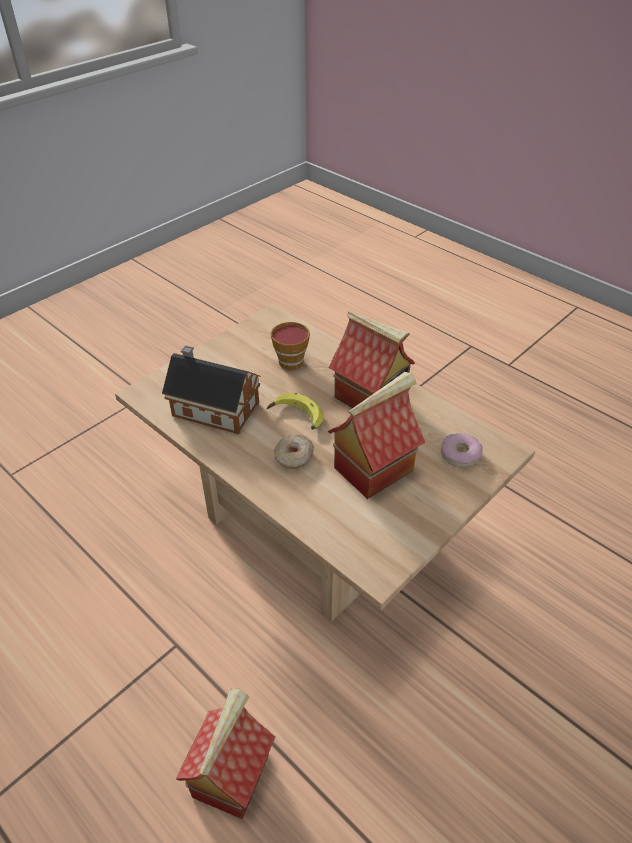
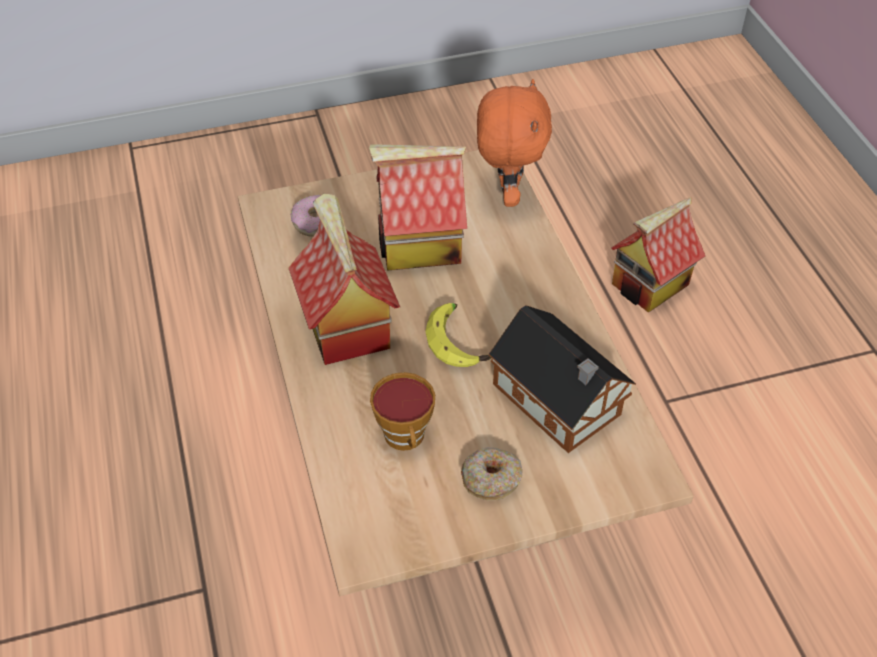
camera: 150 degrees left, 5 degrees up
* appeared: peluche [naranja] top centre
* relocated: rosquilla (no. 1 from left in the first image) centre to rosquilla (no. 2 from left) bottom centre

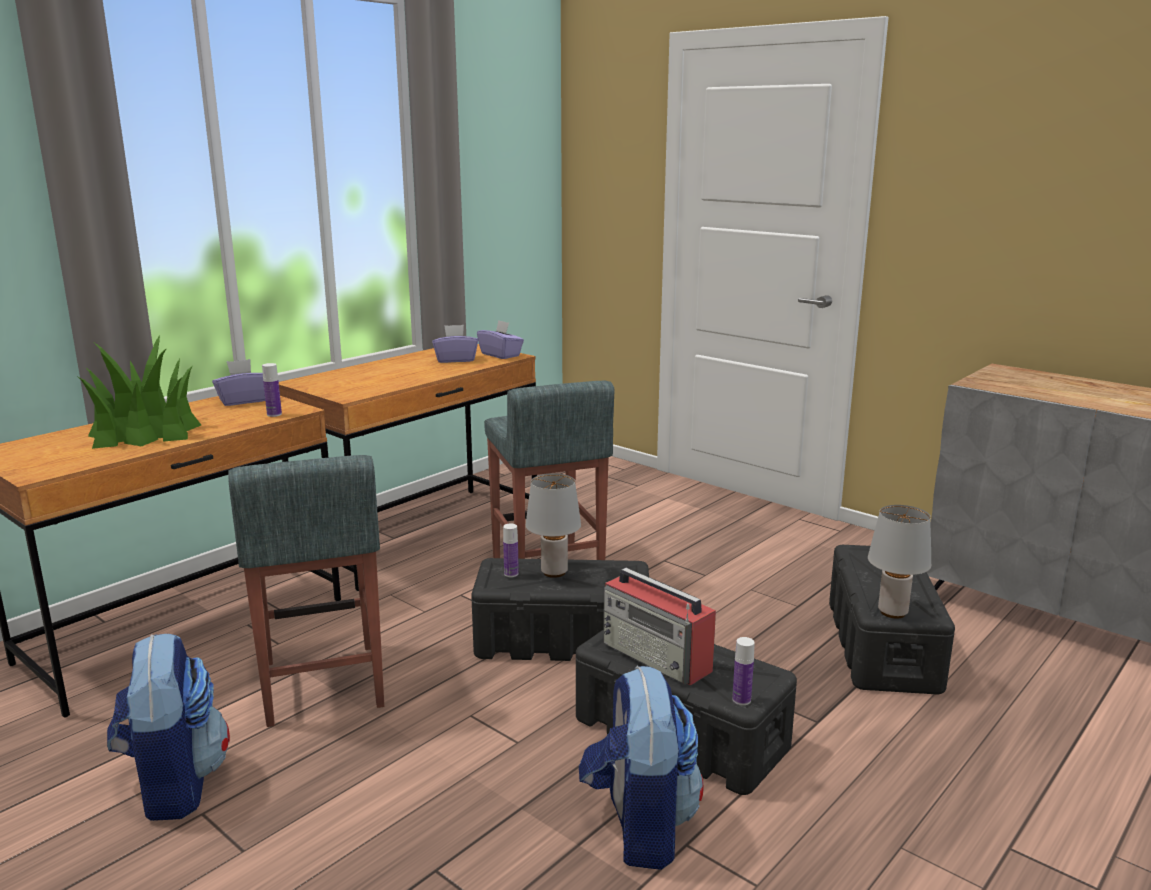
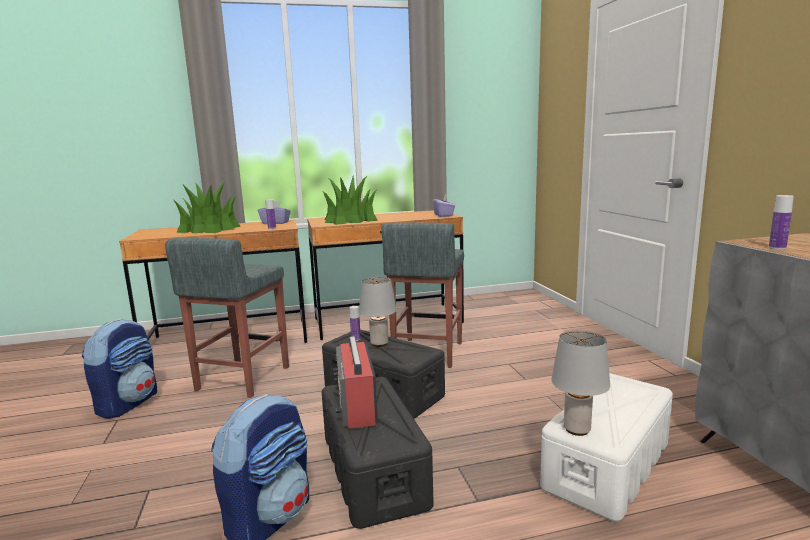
camera: 35 degrees right, 5 degrees down
* missing: caja de pañuelos [morado] (no. 2 from left) centre
* appeared: planta en maceta (no. 2 from left) centre
* relocated: botella (no. 3 from left) bottom centre to middle right
* colour: caja de almacenaje [negro] (no. 3 from left) bottom right to caja de almacenaje [blanco] bottom right

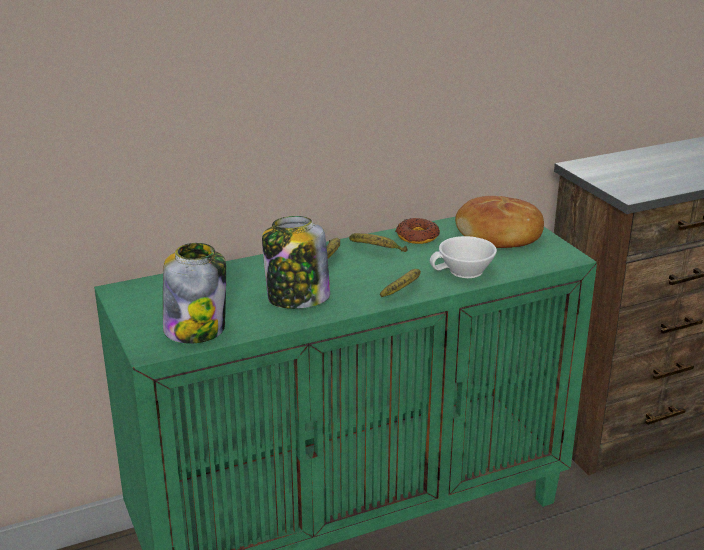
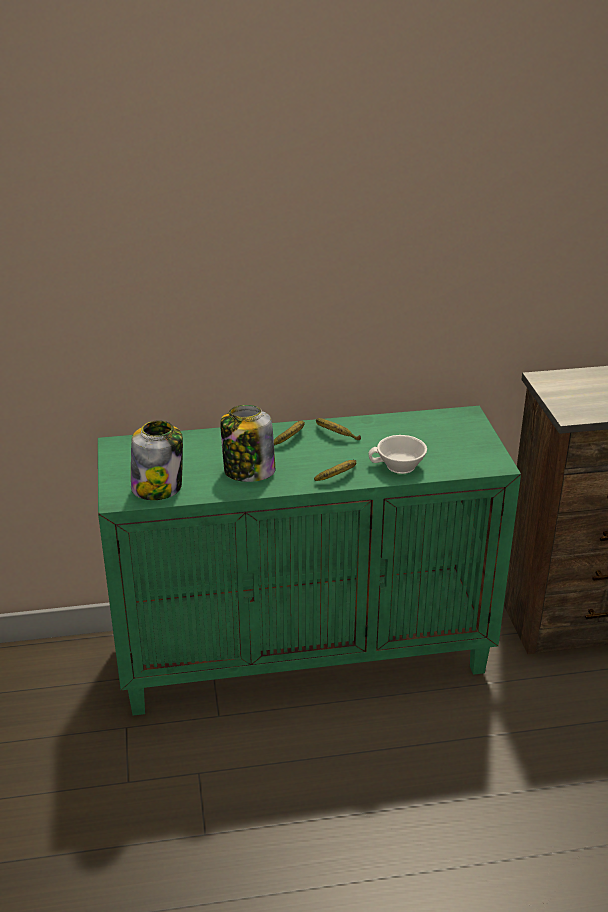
camera: 15 degrees right, 5 degrees up
* missing: rosquilla centre
* missing: pan middle right

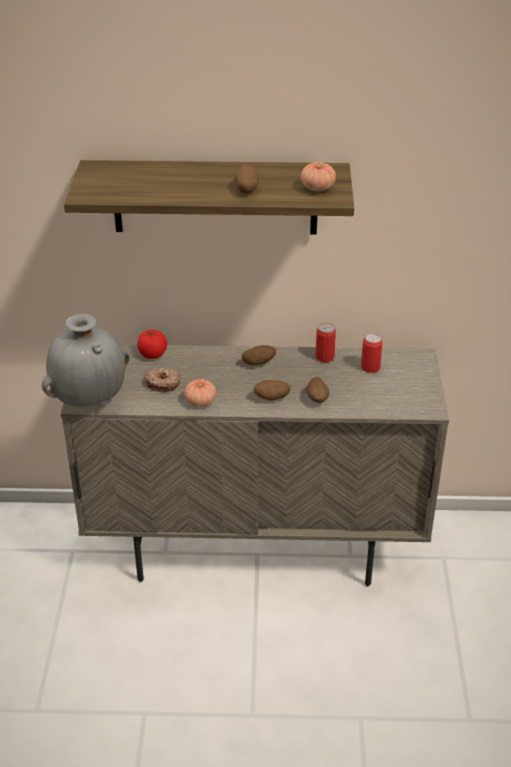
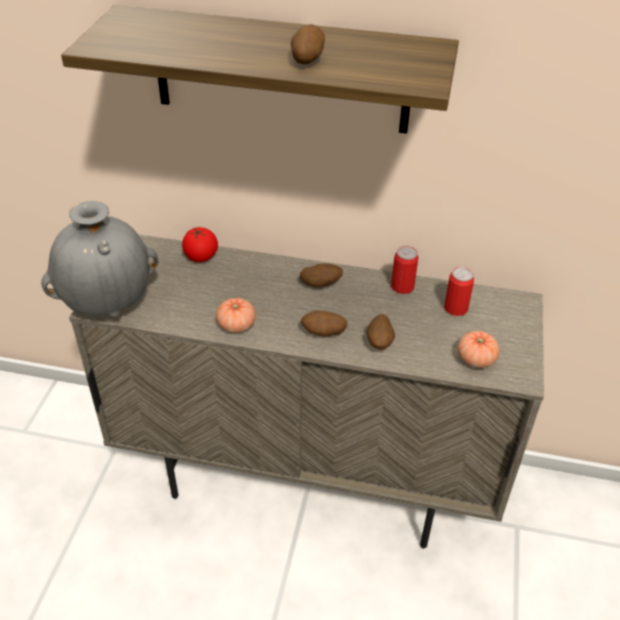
camera: 10 degrees right, 5 degrees up
* missing: rosquilla middle left
* relocated: tomate (no. 3 from left) top centre to middle right

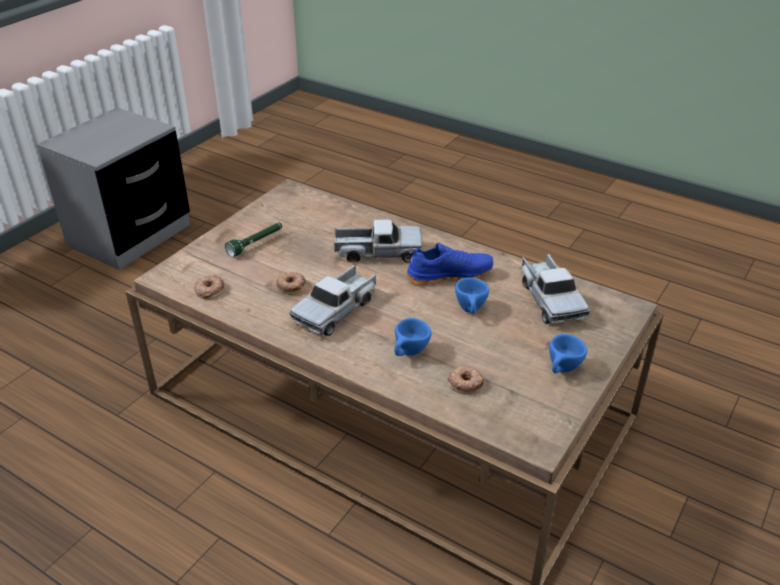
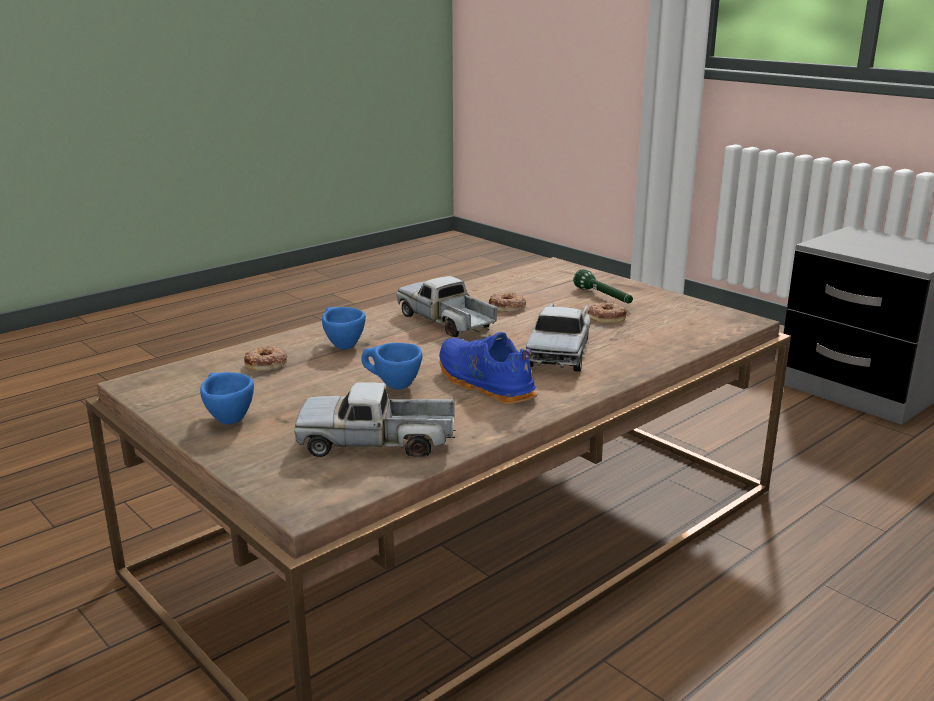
camera: 105 degrees right, 15 degrees down
* relocated: rosquilla (no. 1 from left in the first image) middle left to rosquilla (no. 3 from left) centre
* spun: zapato [azul] centre = centre 135 degrees clockwise

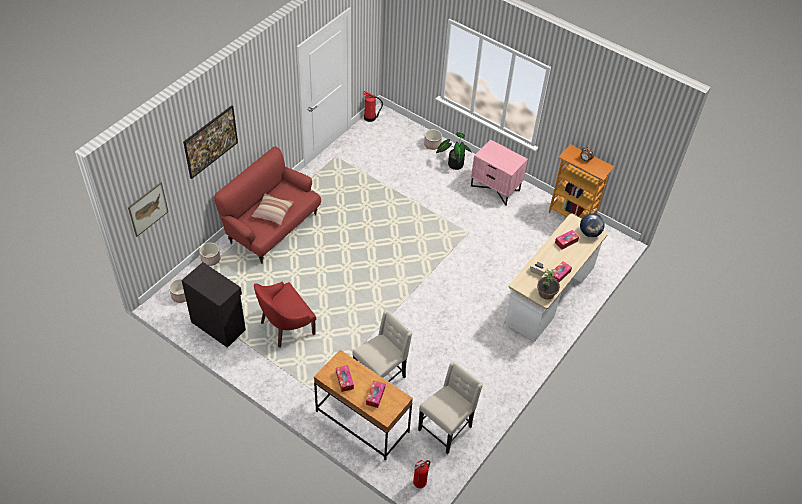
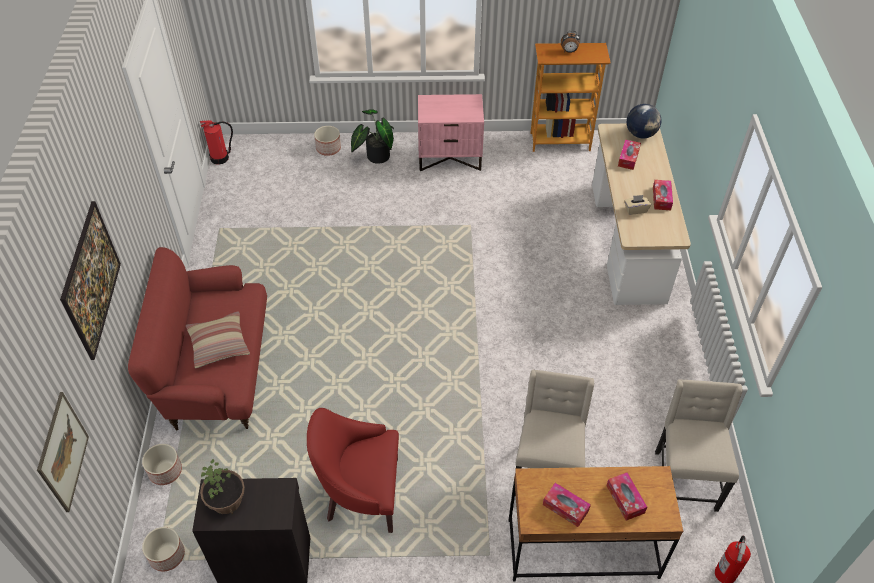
camera: 35 degrees left, 0 degrees up
* relocated: planta en maceta (no. 2 from left in the first image) middle right to planta en maceta (no. 1 from left) bottom left
* spun: sillón [rojo] centre = bottom centre 75 degrees clockwise

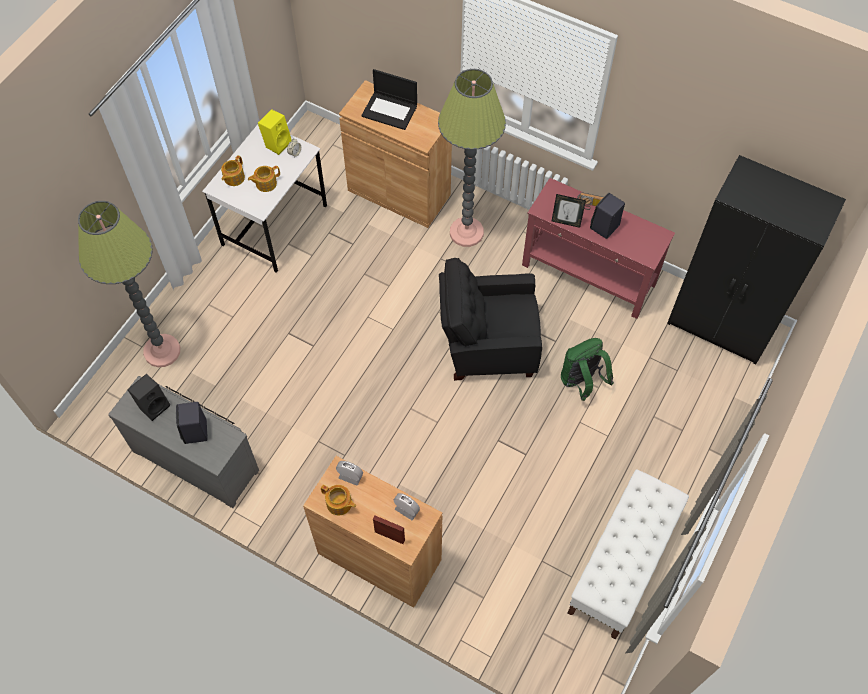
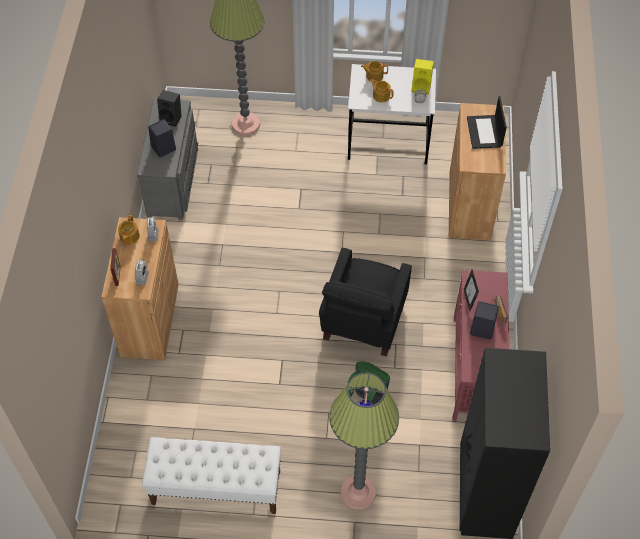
camera: 65 degrees right, 5 degrees down
* relocated: lámpara de pie (no. 2 from left) top centre to bottom centre
* spun: sillón [negro] centre = centre 135 degrees counterclockwise

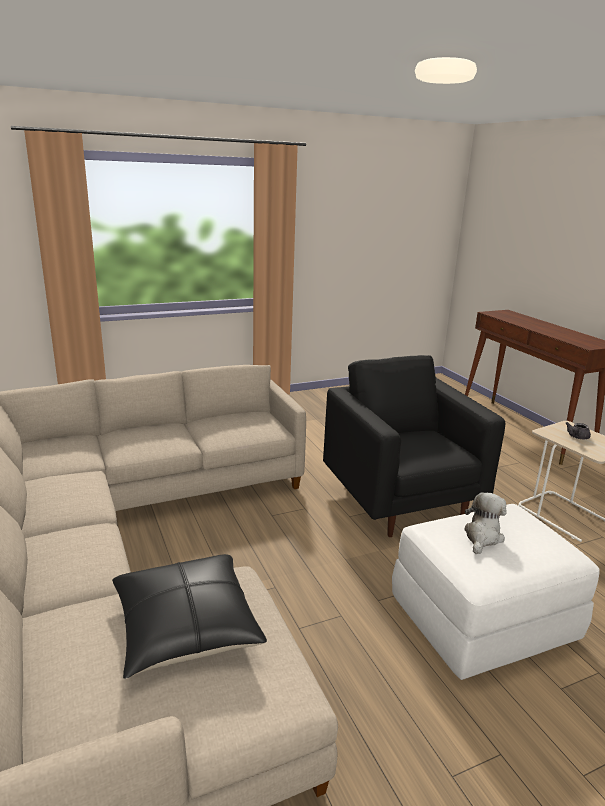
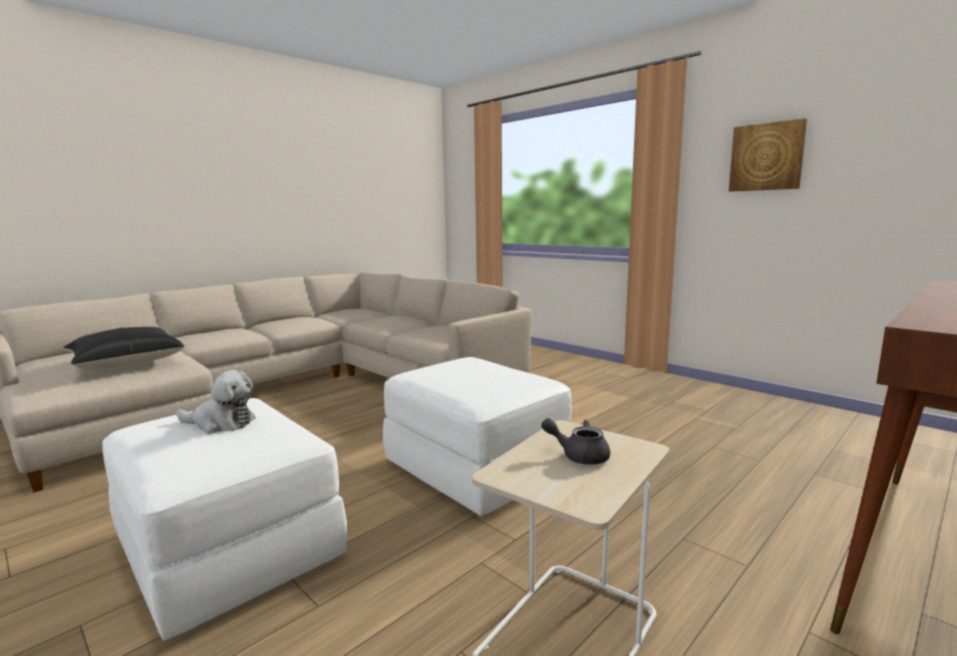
camera: 70 degrees right, 10 degrees down
* appeared: cuadro top right
* exchanged: sillón [negro] middle right to puf [blanco] (no. 2 from left) centre

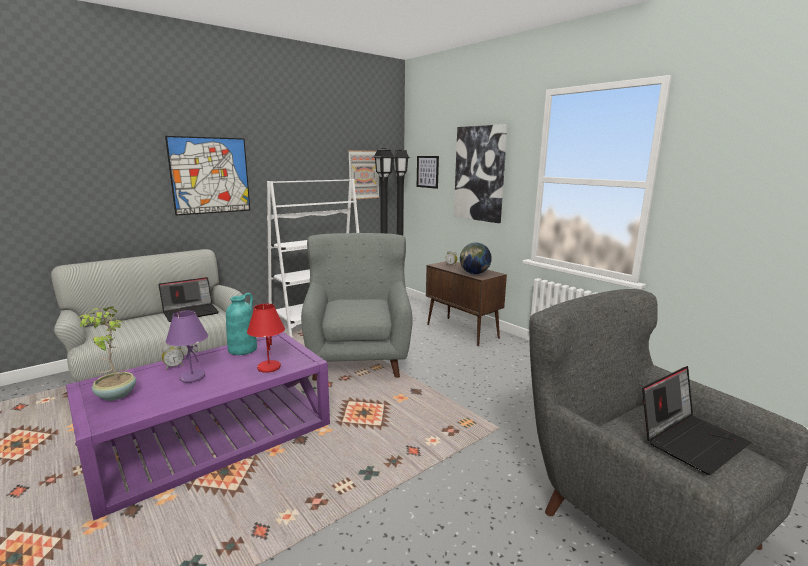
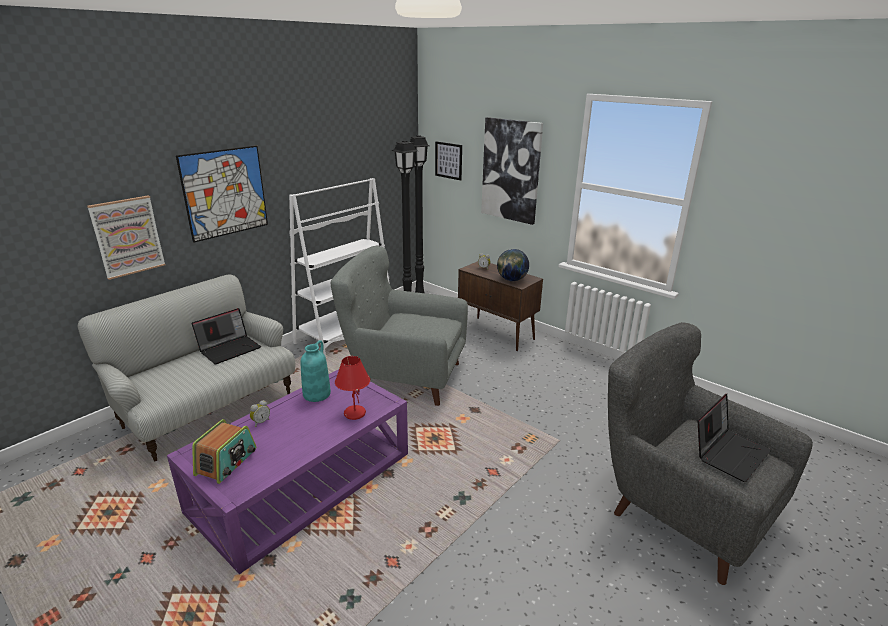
camera: 10 degrees left, 10 degrees up
* missing: lámpara de mesa [morado] middle left
* relocated: cuadro (no. 2 from left in the first image) top centre to cuadro (no. 1 from left) middle left
* exchanged: planta en maceta middle left to radio bottom left
* spun: sillón [gris] (no. 1 from left) centre = centre 60 degrees counterclockwise

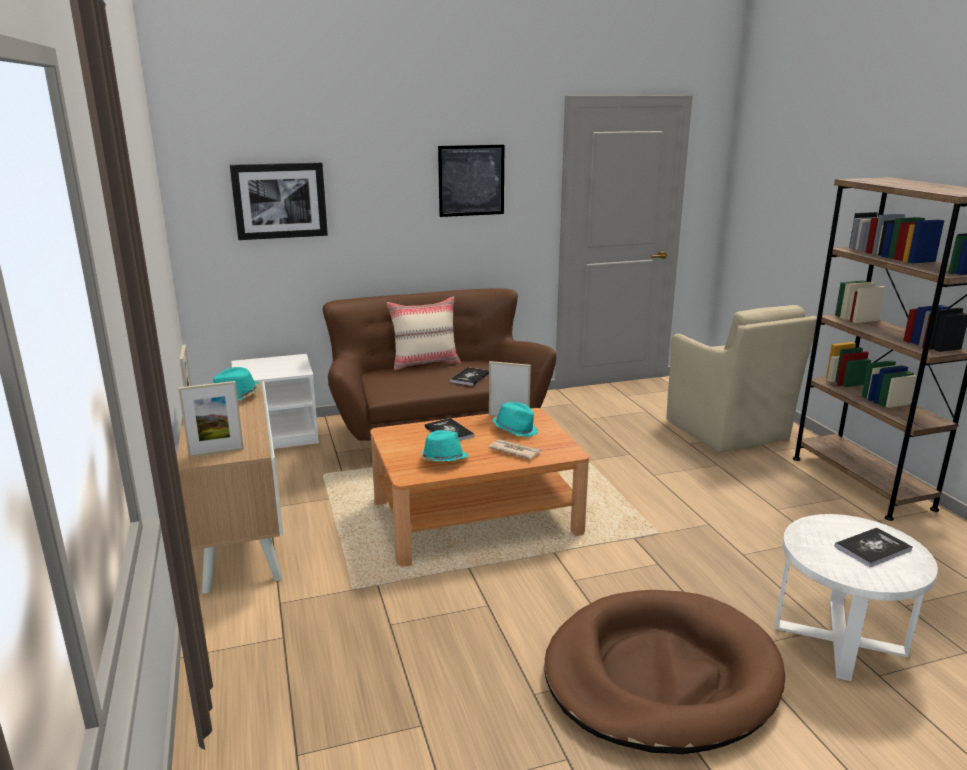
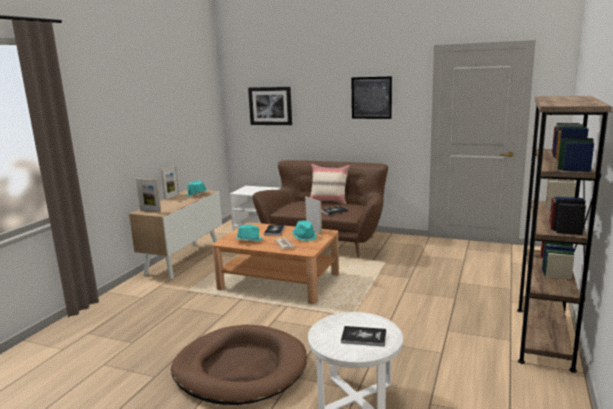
camera: 40 degrees right, 5 degrees down
* missing: sillón [beis] middle right

